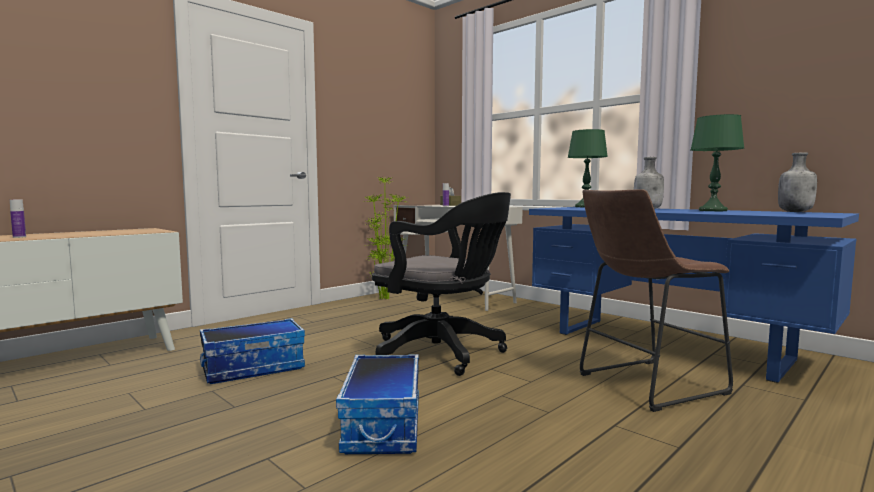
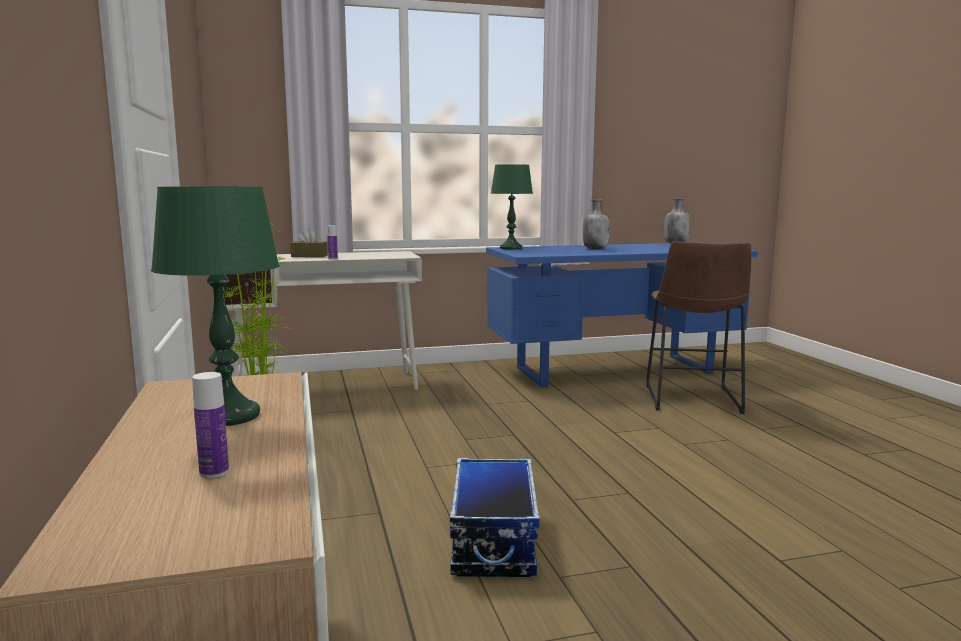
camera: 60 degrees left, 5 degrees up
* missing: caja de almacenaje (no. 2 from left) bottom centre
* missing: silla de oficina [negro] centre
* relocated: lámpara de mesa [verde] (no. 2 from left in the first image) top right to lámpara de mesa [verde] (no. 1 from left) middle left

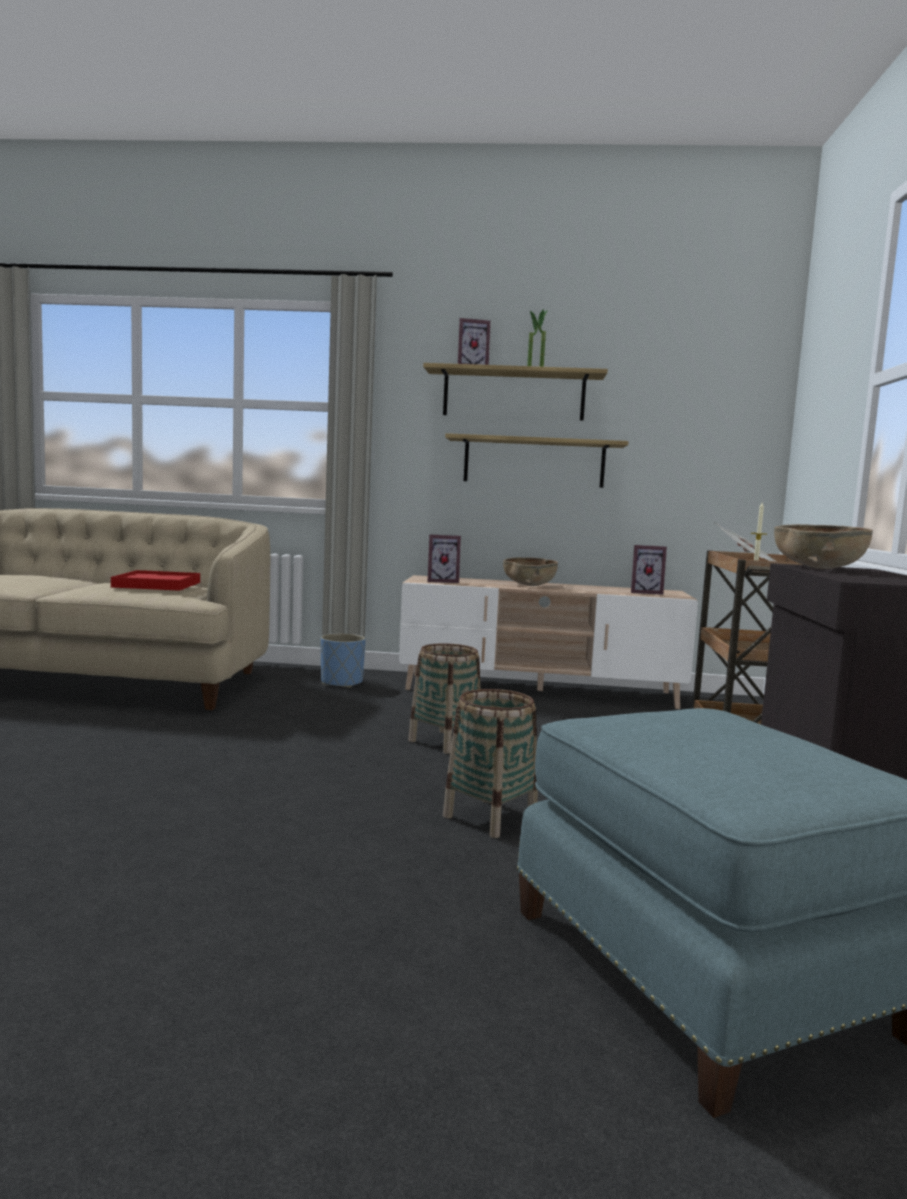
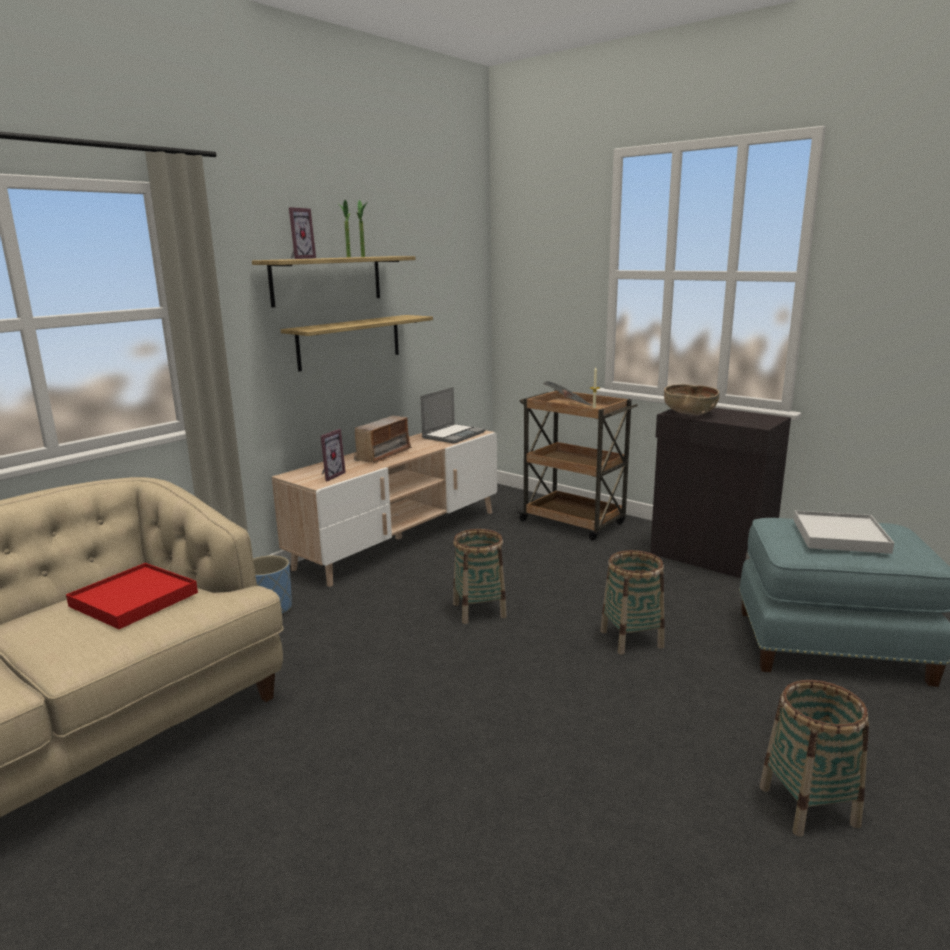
camera: 55 degrees left, 10 degrees up
* appeared: cesta (no. 3 from left) bottom right
* appeared: bandeja [blanco] middle right
* exchanged: cuenco [marrón] (no. 1 from left) centre to radio centre
* exchanged: portarretratos (no. 3 from left) middle right to portátil centre

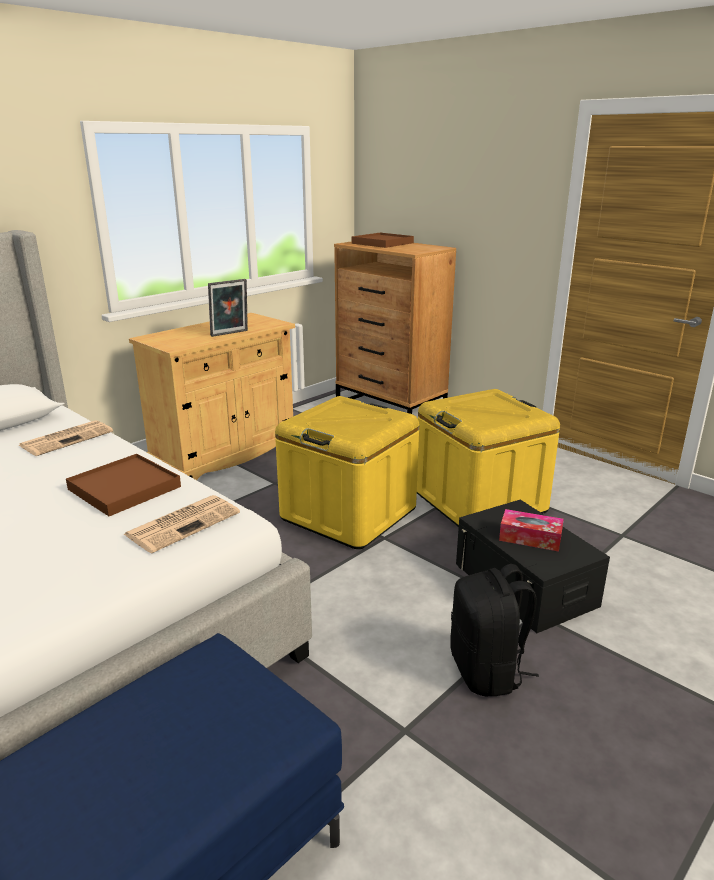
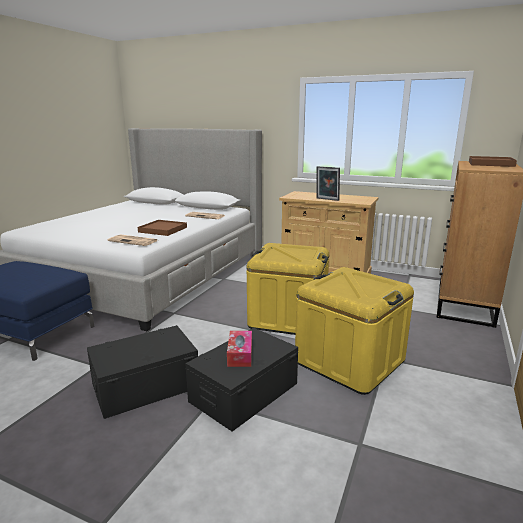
camera: 70 degrees right, 5 degrees down
* exchanged: mochila [negro] bottom right to caja de almacenaje [negro] (no. 1 from left) bottom left

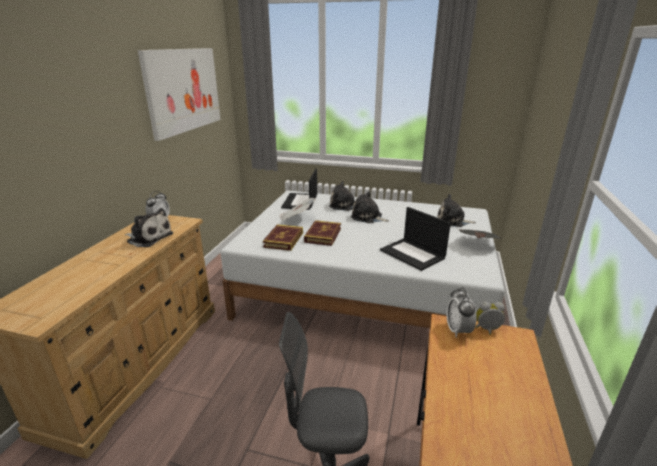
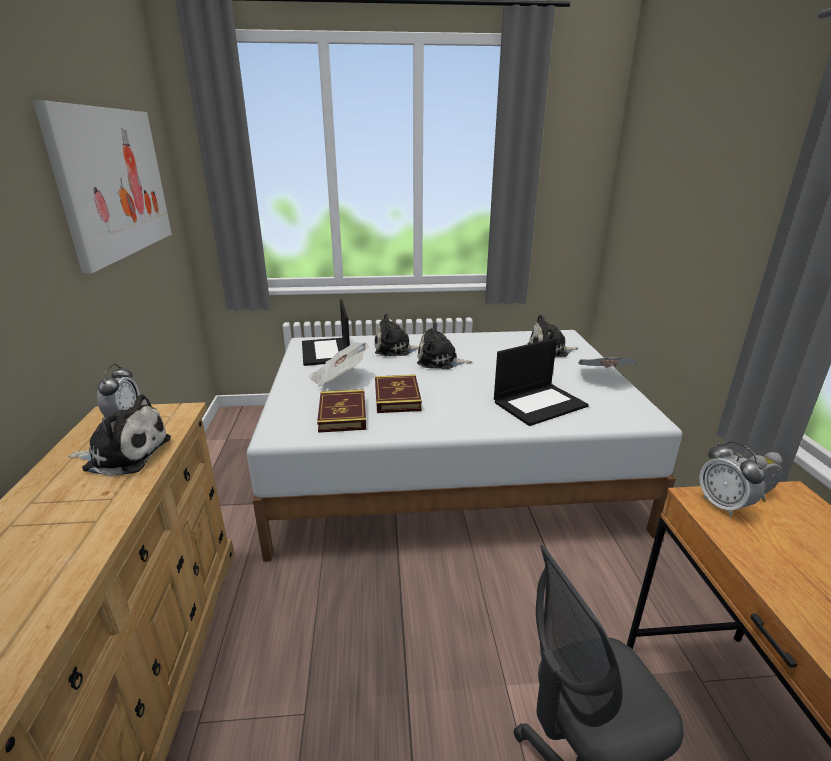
camera: 20 degrees left, 0 degrees up
* spun: portátil (no. 2 from left) centre = centre 60 degrees counterclockwise

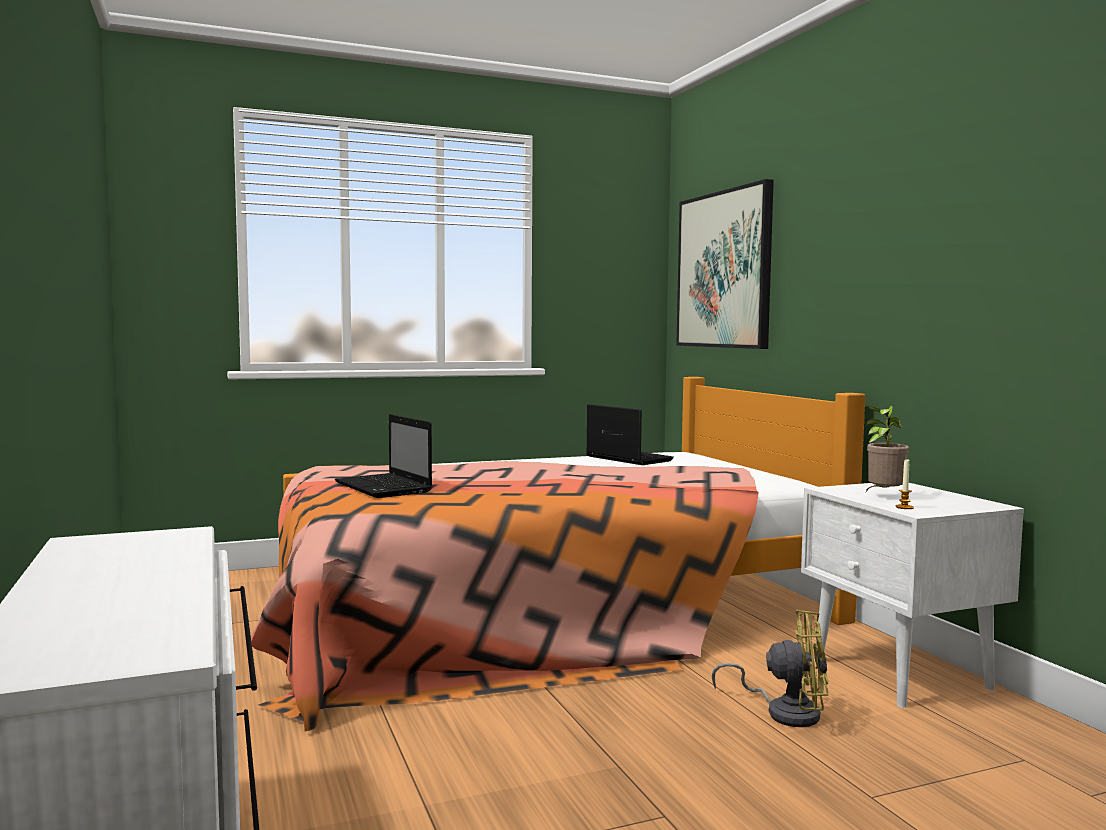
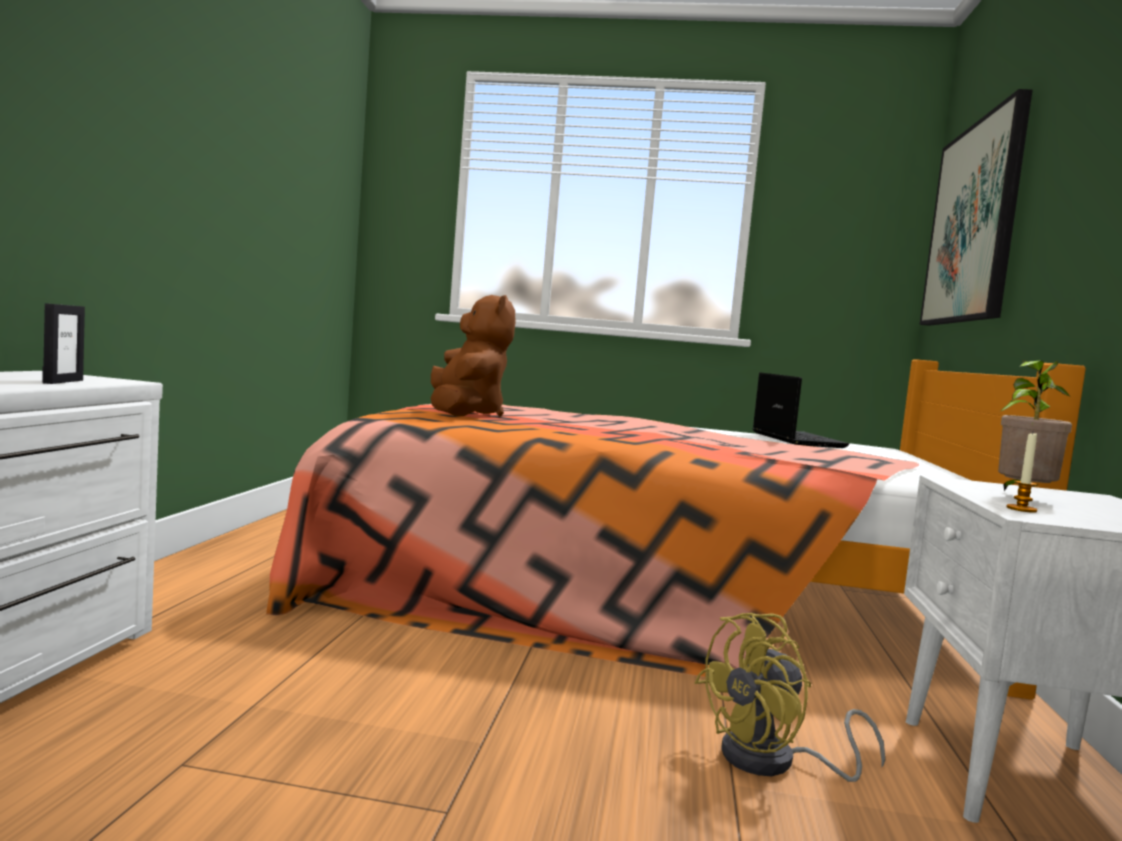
camera: 30 degrees right, 0 degrees up
* appeared: portarretratos middle left
* exchanged: portátil (no. 1 from left) centre to peluche [marrón] centre
* spun: ventilador [amarillo] bottom right = bottom right 105 degrees clockwise

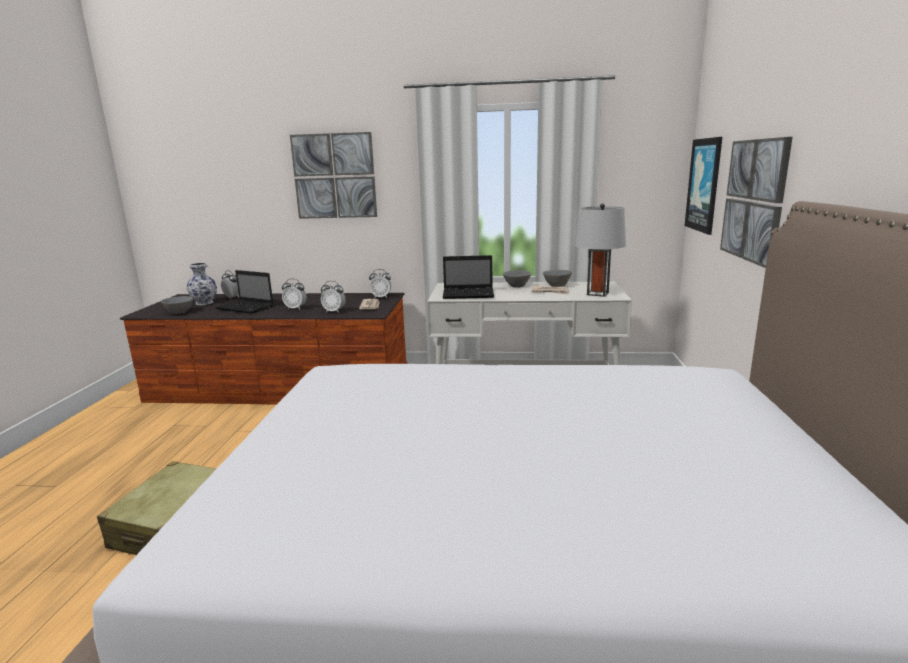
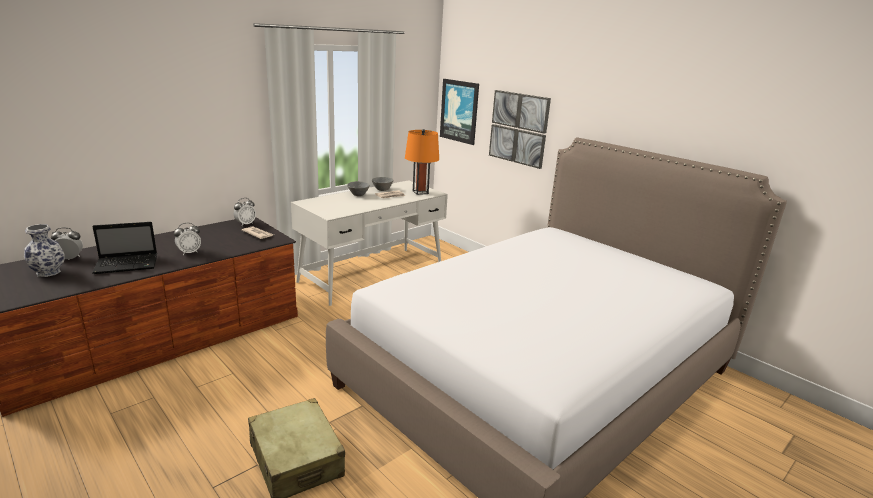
camera: 50 degrees left, 5 degrees up
* missing: cuenco [gris] (no. 1 from left) middle left
* missing: cuadro (no. 1 from left) top centre
* missing: despertador (no. 3 from left) centre
* missing: portátil (no. 2 from left) centre
* colour: lámpara de mesa [gris] centre to lámpara de mesa [naranja] top centre

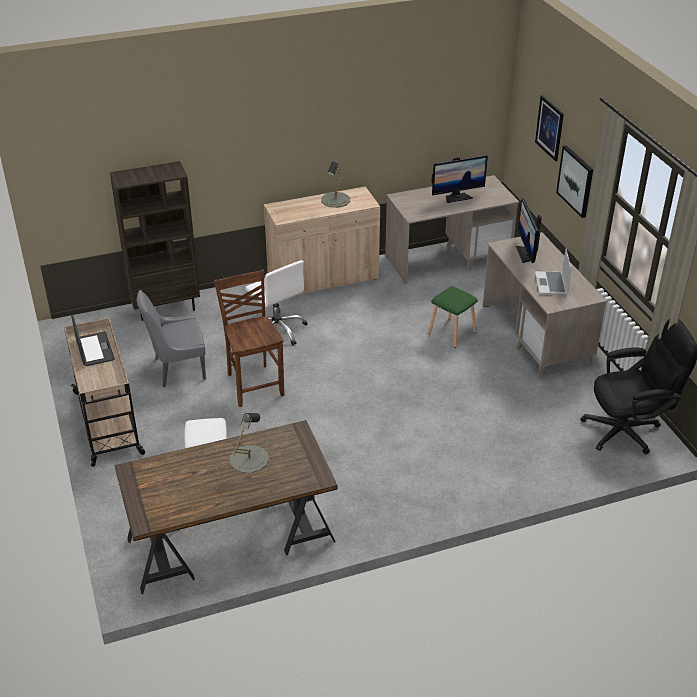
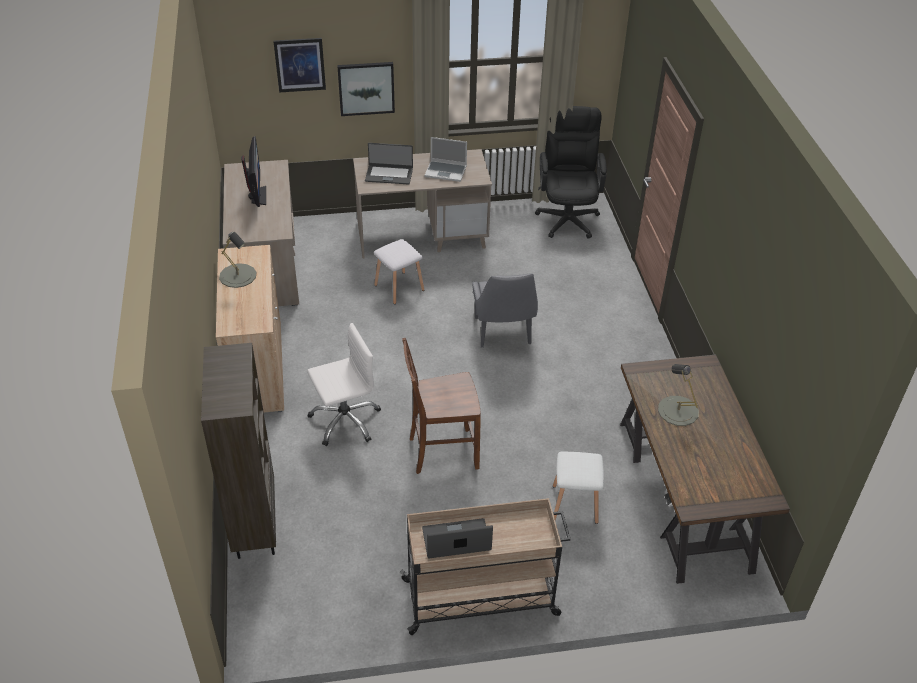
camera: 80 degrees left, 5 degrees up
* relocated: silla [gris] middle left to centre
* exchanged: monitor (no. 2 from left) top right to portátil (no. 1 from left) top centre
* colour: taburete [verde] centre to taburete [blanco] (no. 1 from left) centre

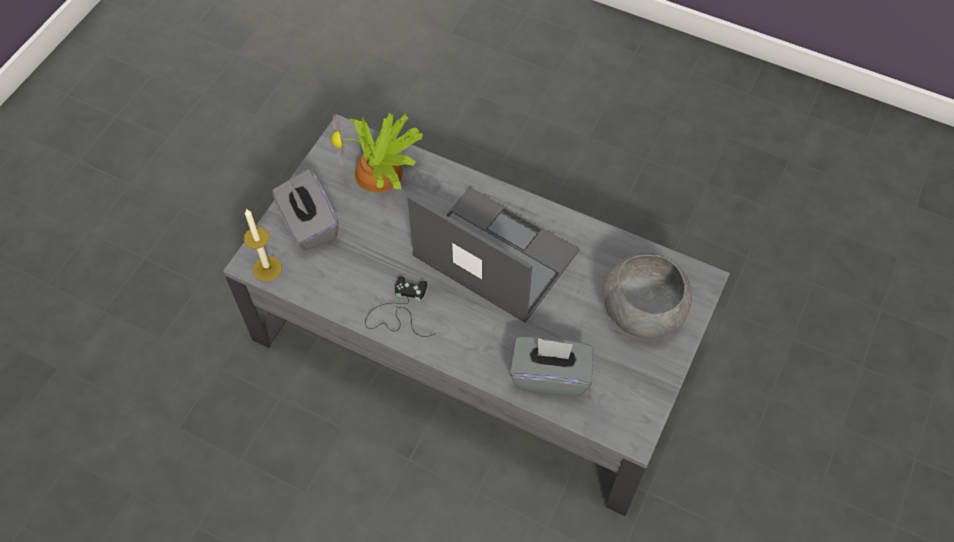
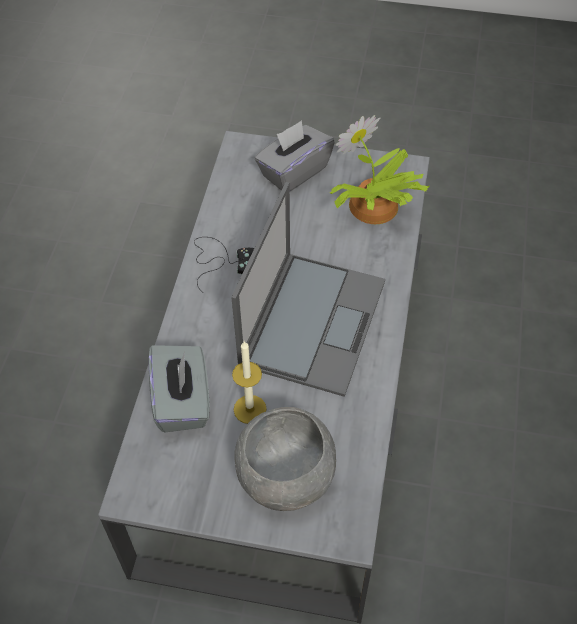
camera: 75 degrees right, 5 degrees down
* relocated: vela middle left to centre

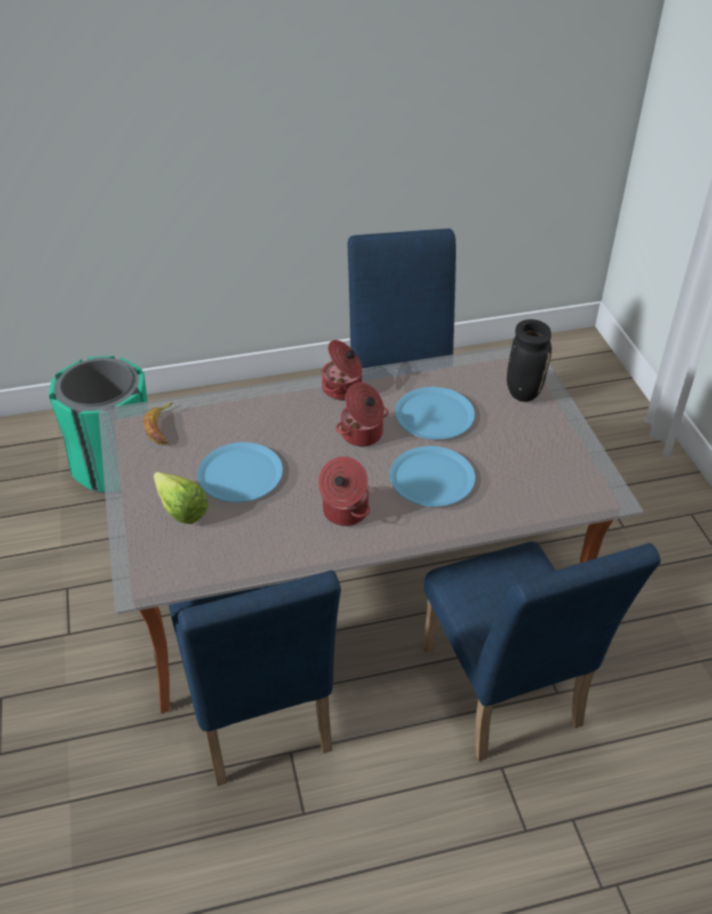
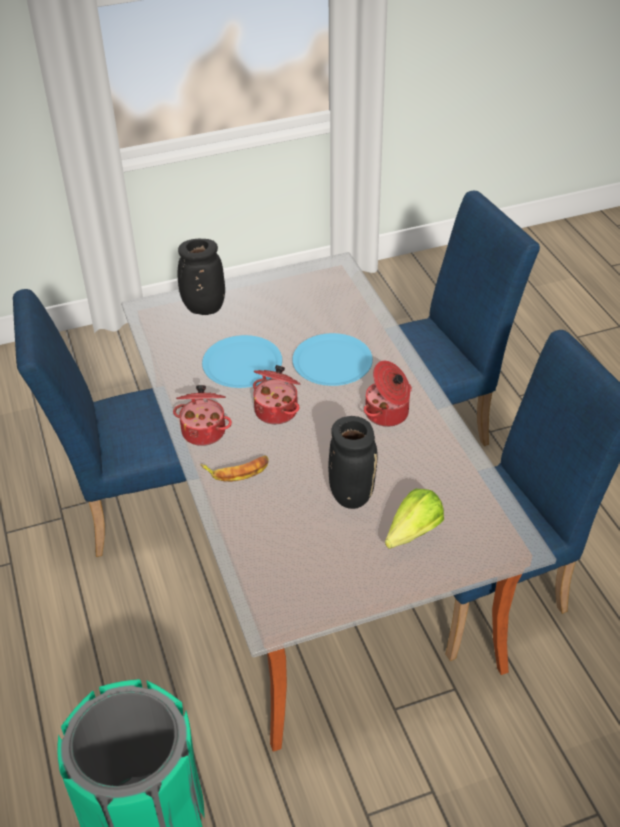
camera: 95 degrees left, 0 degrees up
* relocated: plátano middle left to centre
* exchanged: plato [azul] (no. 1 from left) centre to florero [negro] (no. 2 from left) centre

